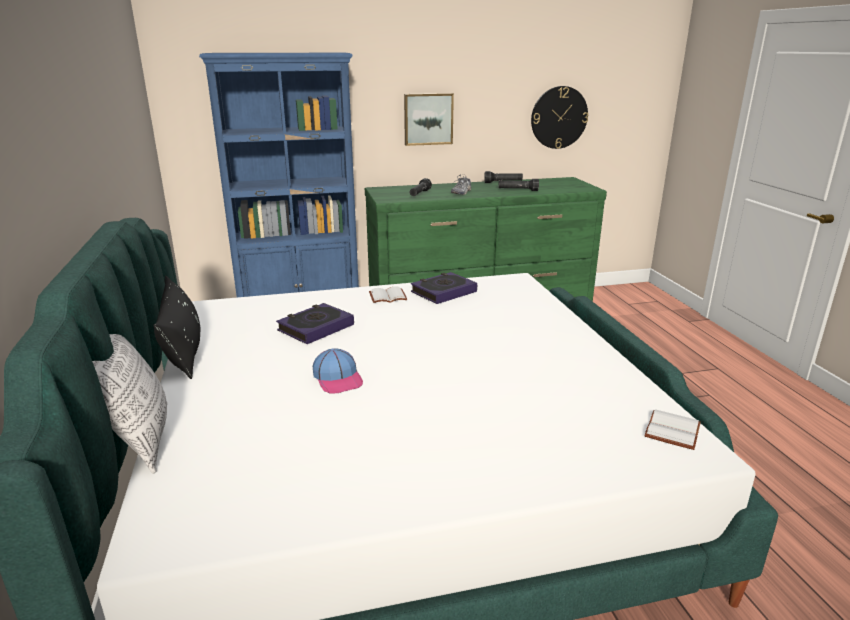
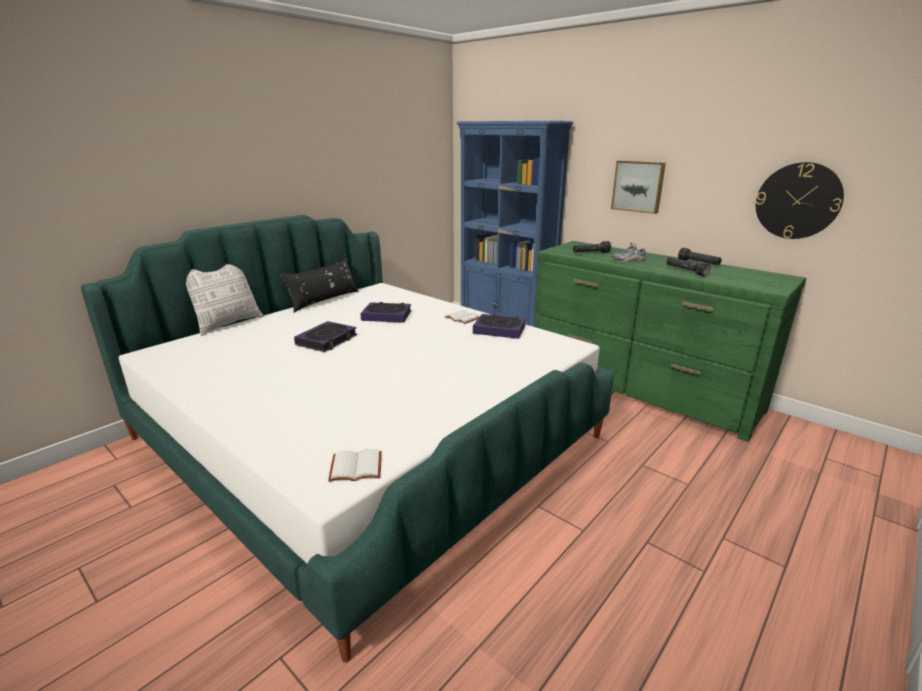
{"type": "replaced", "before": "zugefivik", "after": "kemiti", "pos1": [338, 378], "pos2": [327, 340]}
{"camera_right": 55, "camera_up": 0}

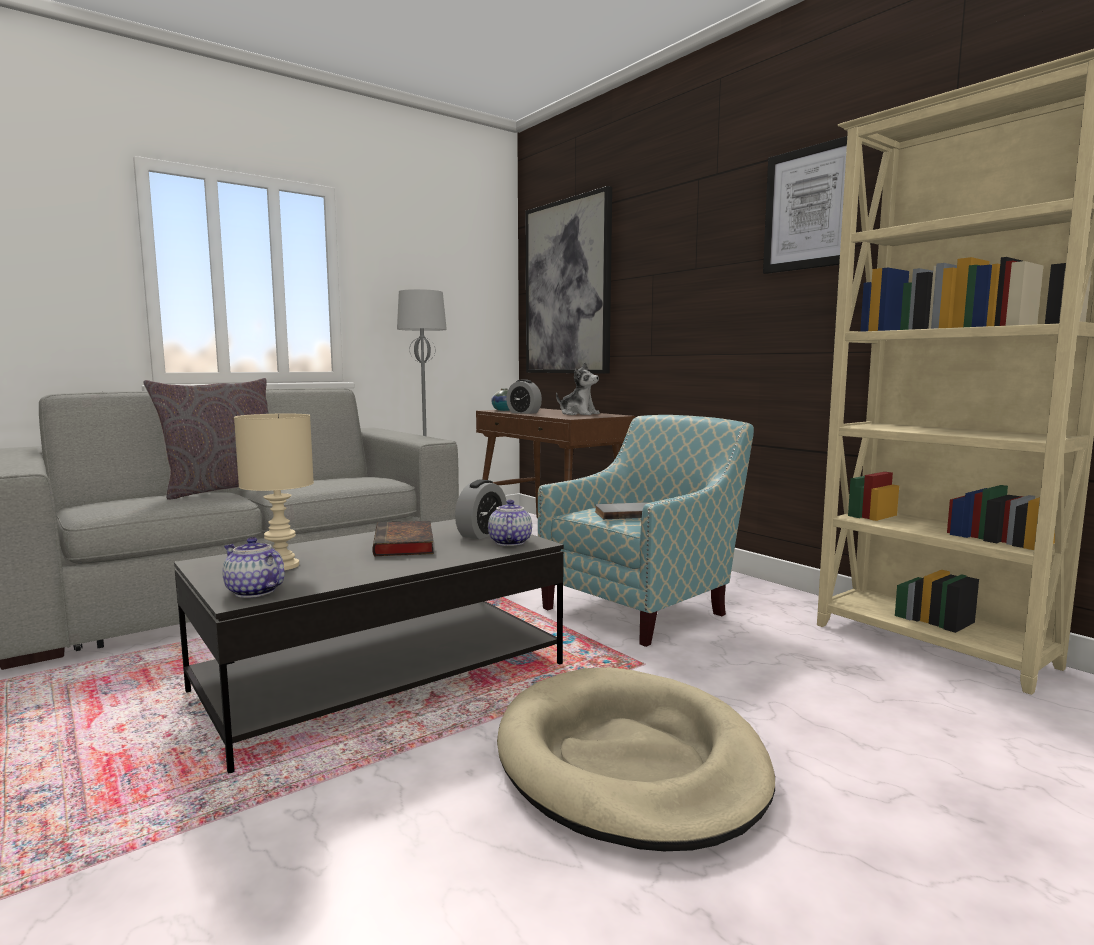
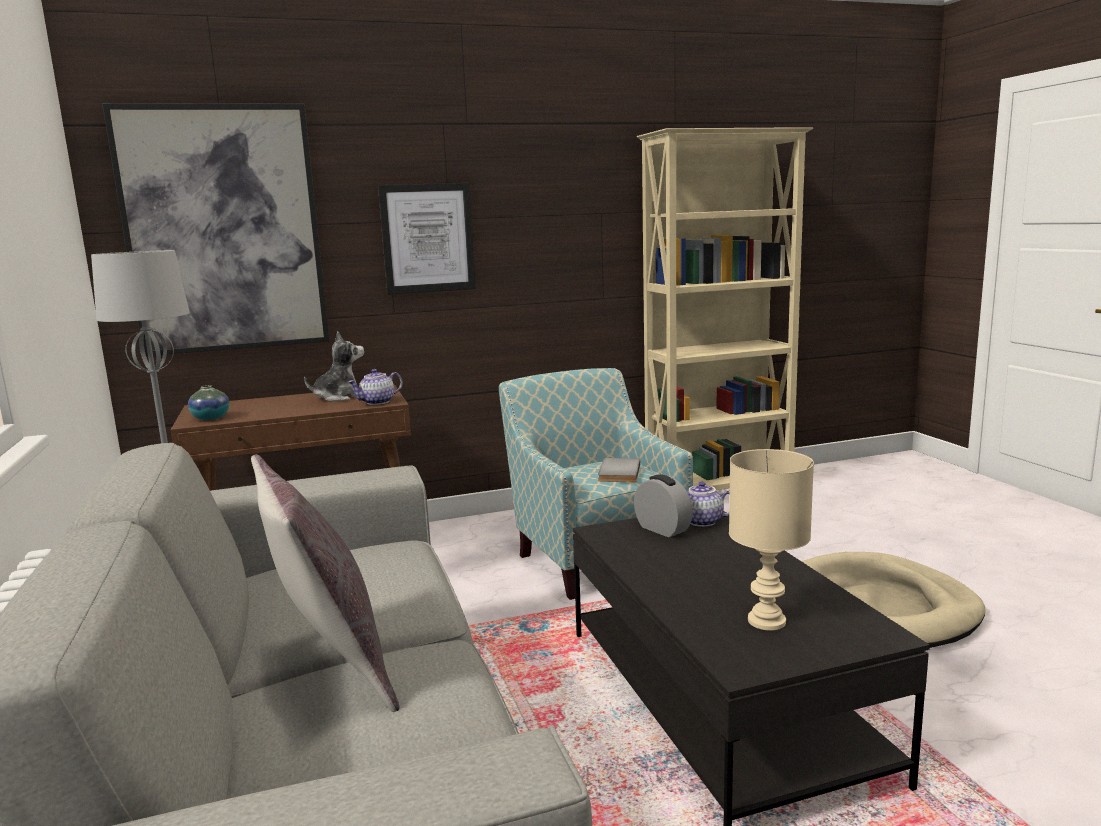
{"type": "moved", "before": "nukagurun", "pos1": [810, 208], "pos2": [427, 238]}
{"type": "removed", "before": "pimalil", "pos1": [524, 413]}
{"type": "removed", "before": "kemiti", "pos1": [405, 545]}
{"type": "moved", "before": "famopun", "pos1": [253, 592], "pos2": [377, 402]}
{"camera_right": -70, "camera_up": 5}

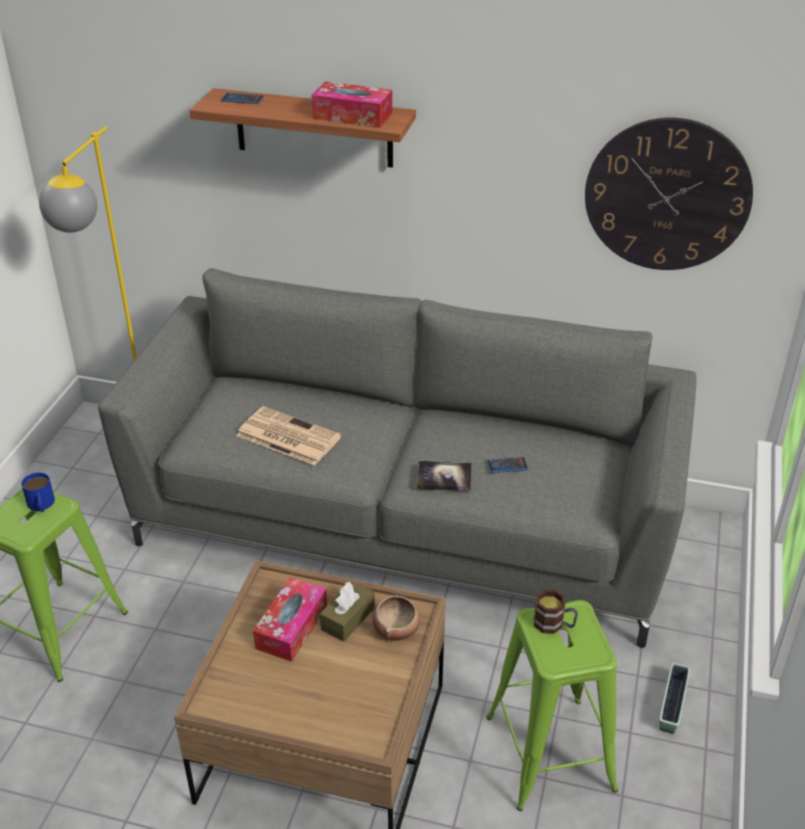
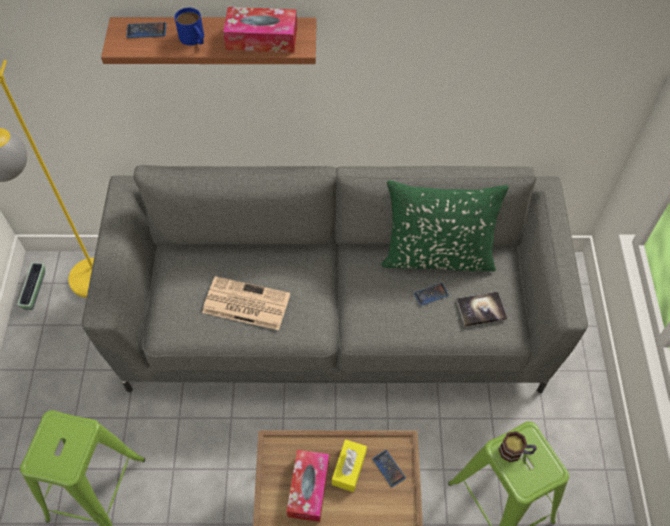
{"type": "removed", "before": "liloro", "pos1": [667, 195]}
{"type": "moved", "before": "kemiti", "pos1": [444, 477], "pos2": [481, 309]}
{"type": "moved", "before": "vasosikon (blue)", "pos1": [41, 505], "pos2": [194, 39]}
{"type": "recoloured", "before": "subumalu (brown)", "after": "subumalu (yellow)", "pos1": [348, 618], "pos2": [349, 468]}
{"type": "replaced", "before": "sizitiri", "after": "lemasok", "pos1": [396, 628], "pos2": [388, 468]}
{"type": "moved", "before": "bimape", "pos1": [672, 705], "pos2": [34, 290]}
{"type": "added", "after": "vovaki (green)", "pos2": [437, 255]}
{"camera_right": -15, "camera_up": 20}

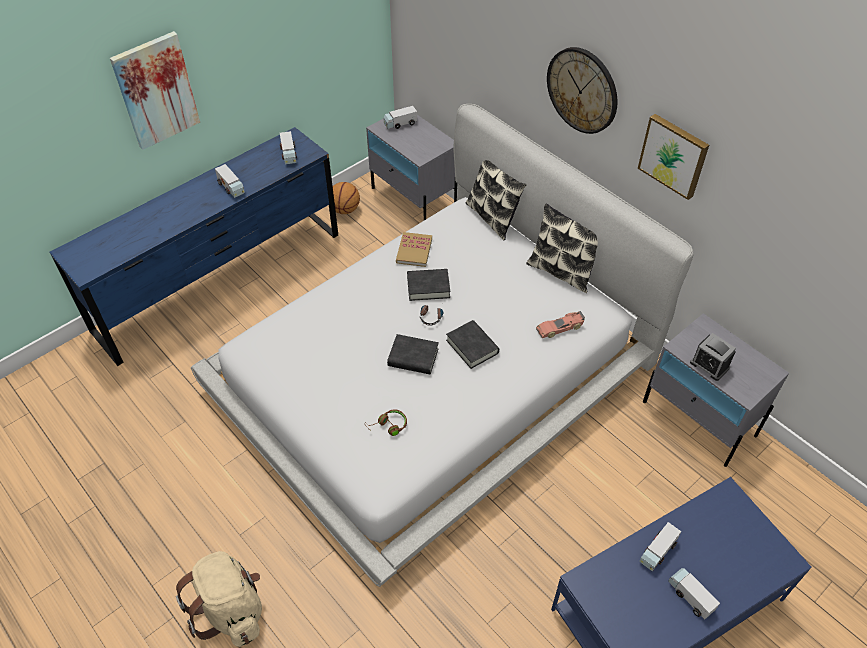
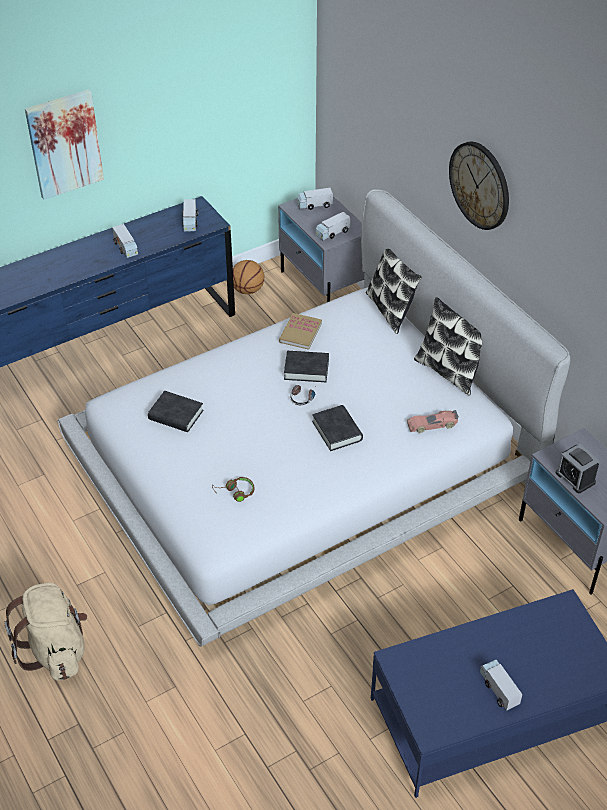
{"type": "removed", "before": "nukagurun", "pos1": [674, 155]}
{"type": "moved", "before": "kemiti (black)", "pos1": [413, 357], "pos2": [176, 415]}
{"type": "moved", "before": "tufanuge", "pos1": [657, 551], "pos2": [332, 233]}
{"camera_right": 10, "camera_up": -5}

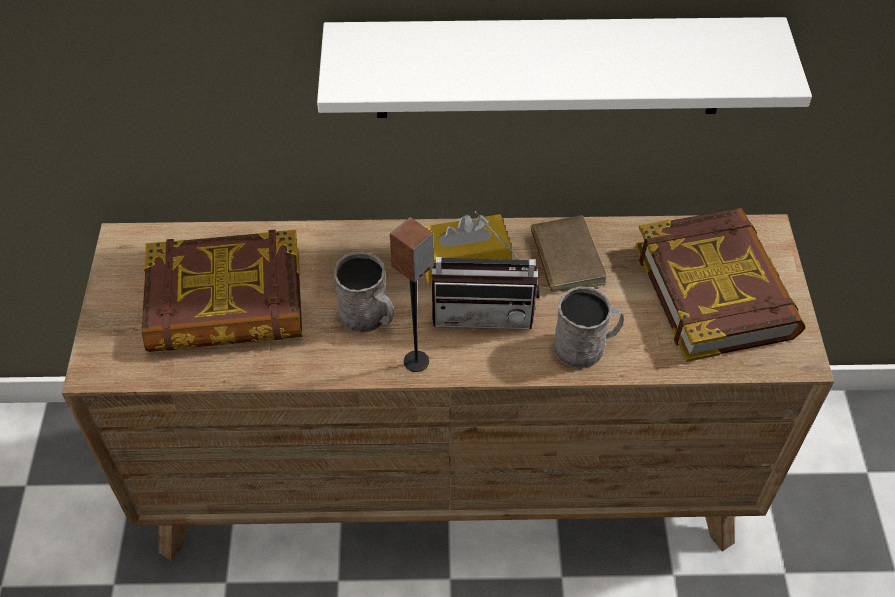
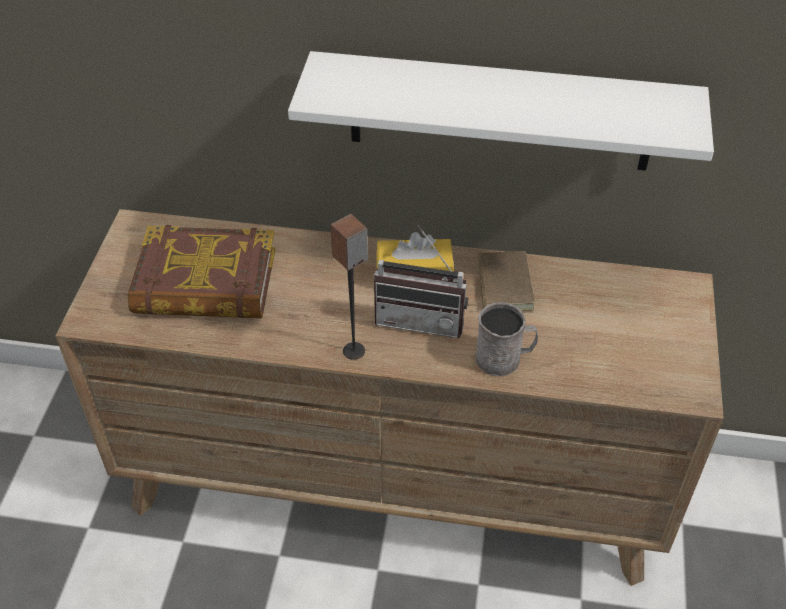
{"type": "removed", "before": "kemiti", "pos1": [715, 291]}
{"type": "removed", "before": "vasosikon (grey)", "pos1": [369, 316]}
{"camera_right": 10, "camera_up": -5}

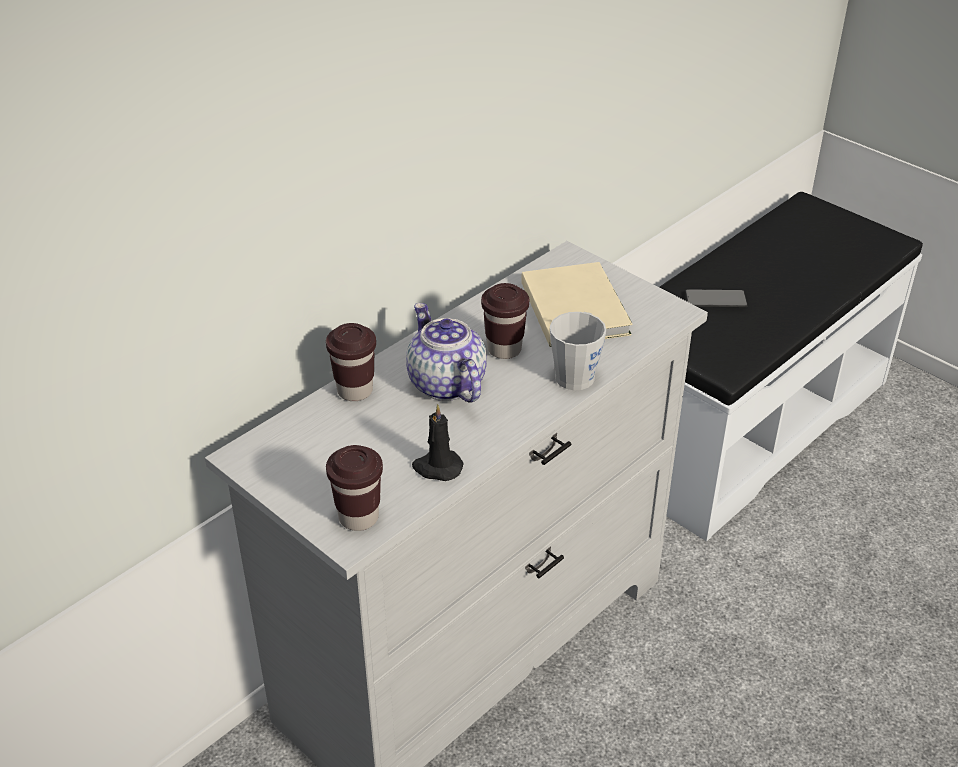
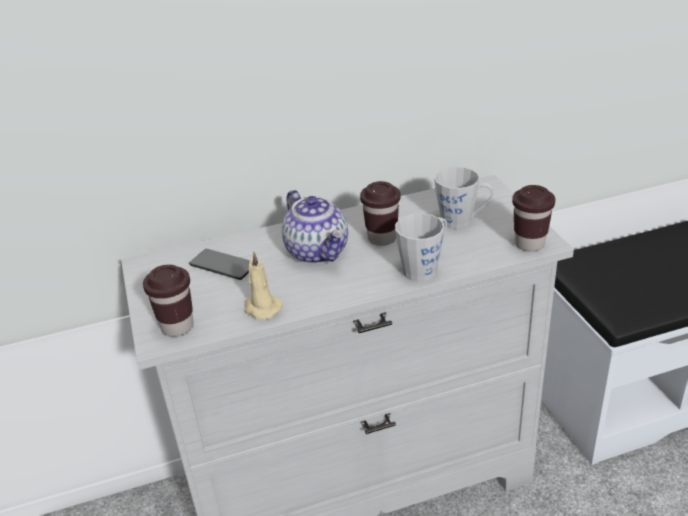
{"type": "replaced", "before": "kemiti (beige)", "after": "vasosikon (grey)", "pos1": [575, 306], "pos2": [462, 221]}
{"type": "moved", "before": "lemasok", "pos1": [715, 300], "pos2": [223, 265]}
{"type": "turned", "before": "famopun", "pos1": [445, 383], "pos2": [318, 252], "turn": 150}
{"type": "moved", "before": "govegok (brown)", "pos1": [355, 391], "pos2": [529, 244]}
{"type": "recoloured", "before": "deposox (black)", "after": "deposox (beige)", "pos1": [437, 467], "pos2": [261, 308]}
{"camera_right": 30, "camera_up": -5}

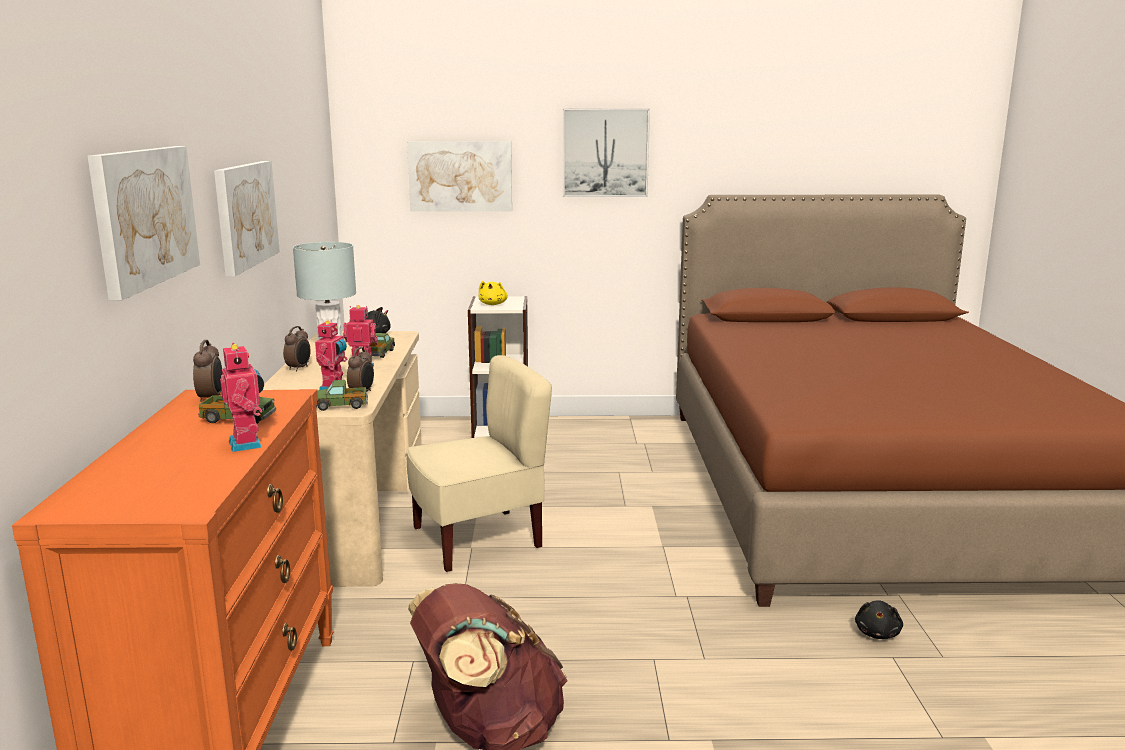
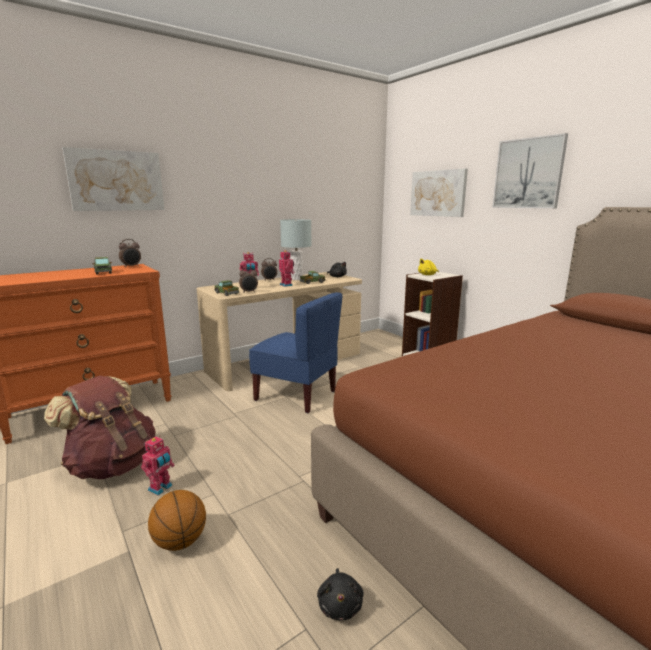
{"type": "removed", "before": "nukagurun", "pos1": [245, 215]}
{"type": "moved", "before": "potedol", "pos1": [248, 444], "pos2": [161, 488]}
{"type": "recoloured", "before": "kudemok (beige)", "after": "kudemok (blue)", "pos1": [478, 539], "pos2": [297, 395]}
{"type": "turned", "before": "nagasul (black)", "pos1": [877, 633], "pos2": [340, 604], "turn": -75}
{"type": "added", "after": "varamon", "pos2": [180, 541]}
{"camera_right": 55, "camera_up": 0}

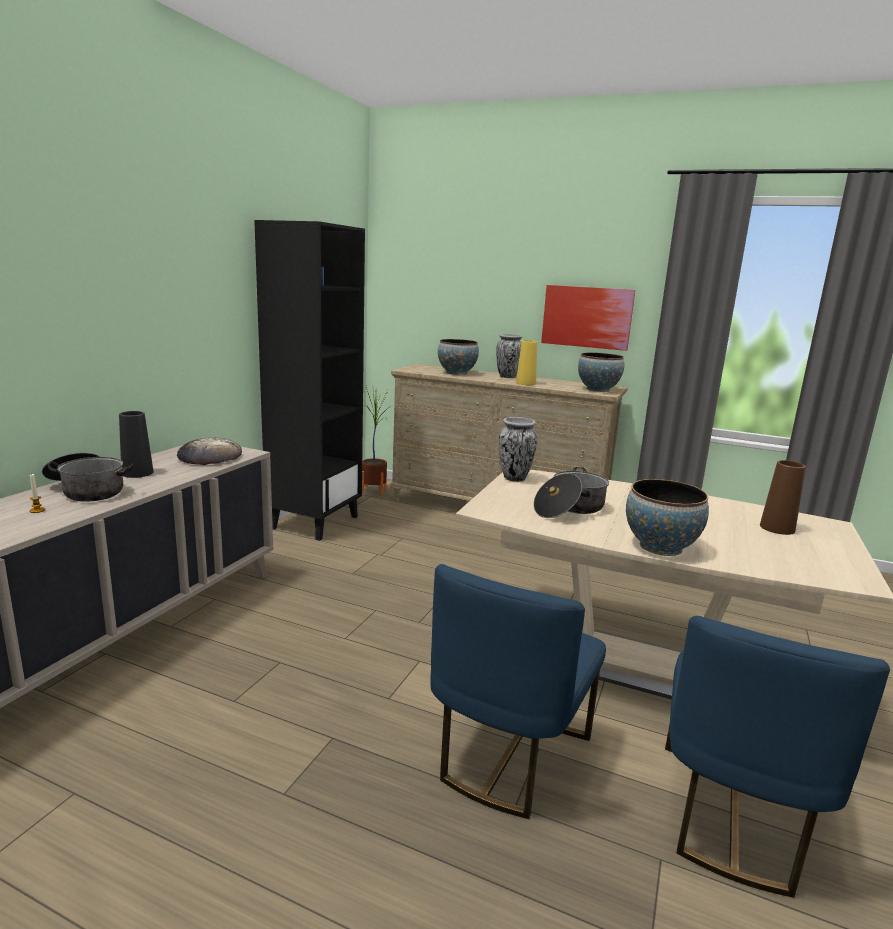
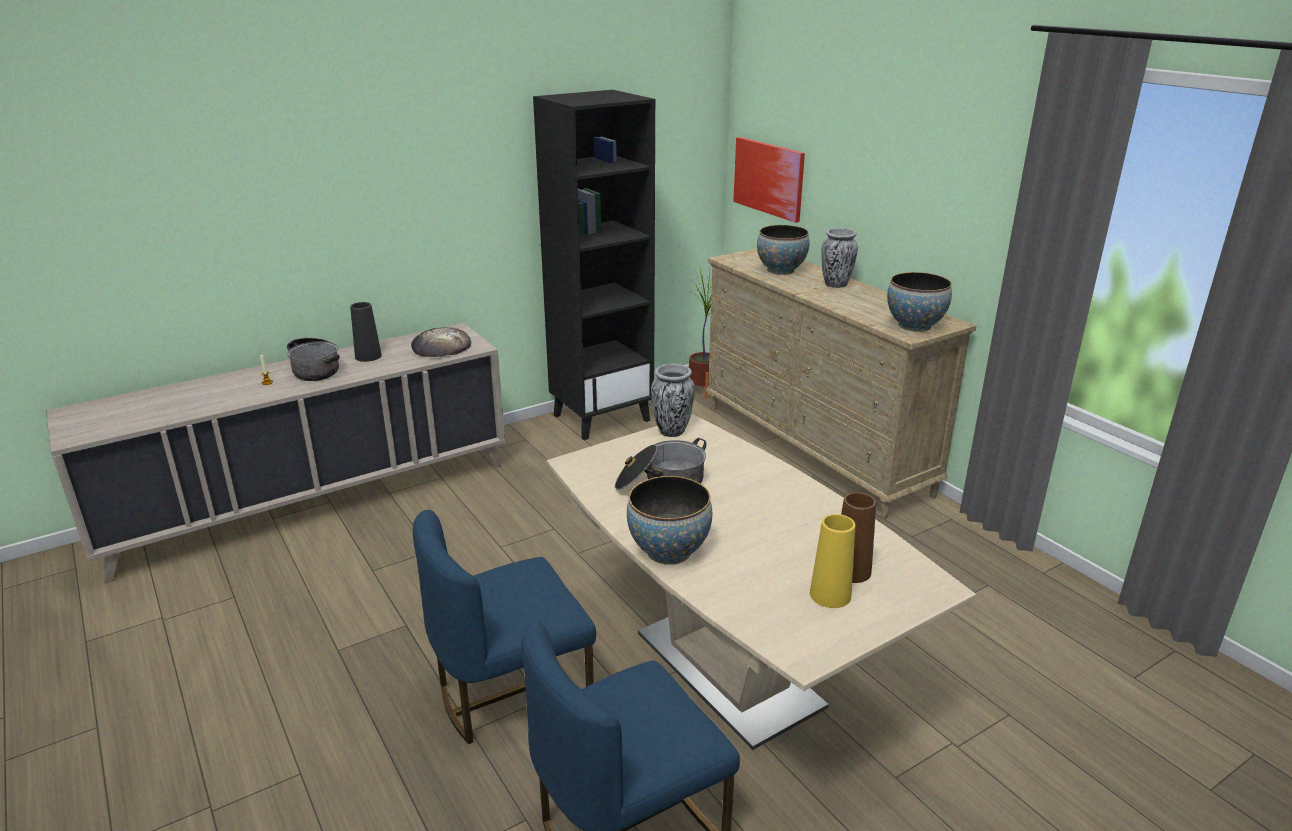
{"type": "moved", "before": "nukagurun", "pos1": [587, 317], "pos2": [769, 178]}
{"type": "moved", "before": "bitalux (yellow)", "pos1": [525, 383], "pos2": [830, 595]}
{"camera_right": 35, "camera_up": 10}

